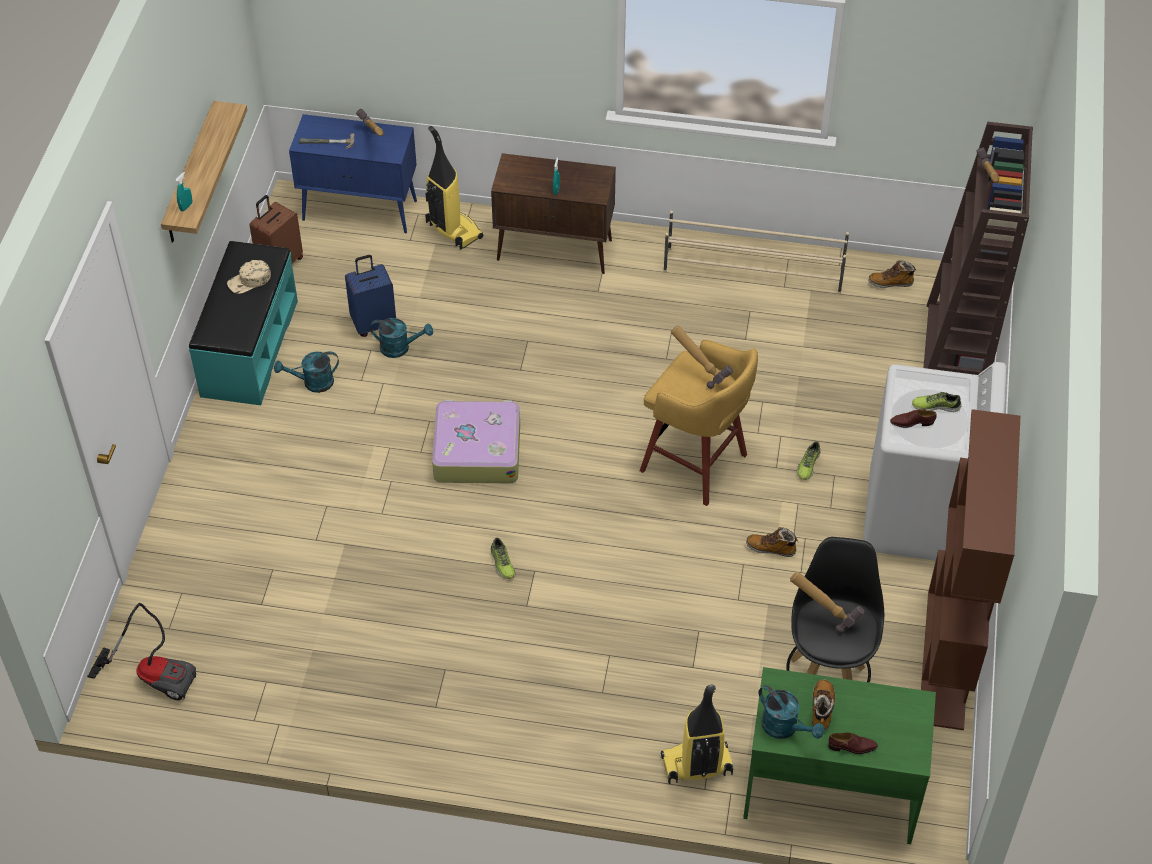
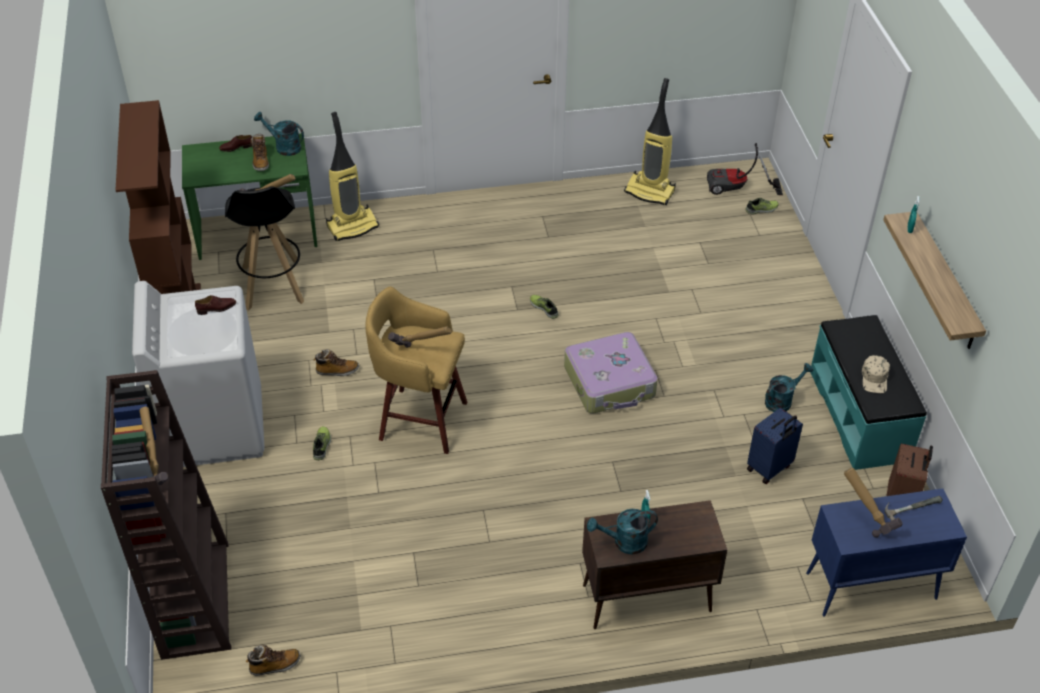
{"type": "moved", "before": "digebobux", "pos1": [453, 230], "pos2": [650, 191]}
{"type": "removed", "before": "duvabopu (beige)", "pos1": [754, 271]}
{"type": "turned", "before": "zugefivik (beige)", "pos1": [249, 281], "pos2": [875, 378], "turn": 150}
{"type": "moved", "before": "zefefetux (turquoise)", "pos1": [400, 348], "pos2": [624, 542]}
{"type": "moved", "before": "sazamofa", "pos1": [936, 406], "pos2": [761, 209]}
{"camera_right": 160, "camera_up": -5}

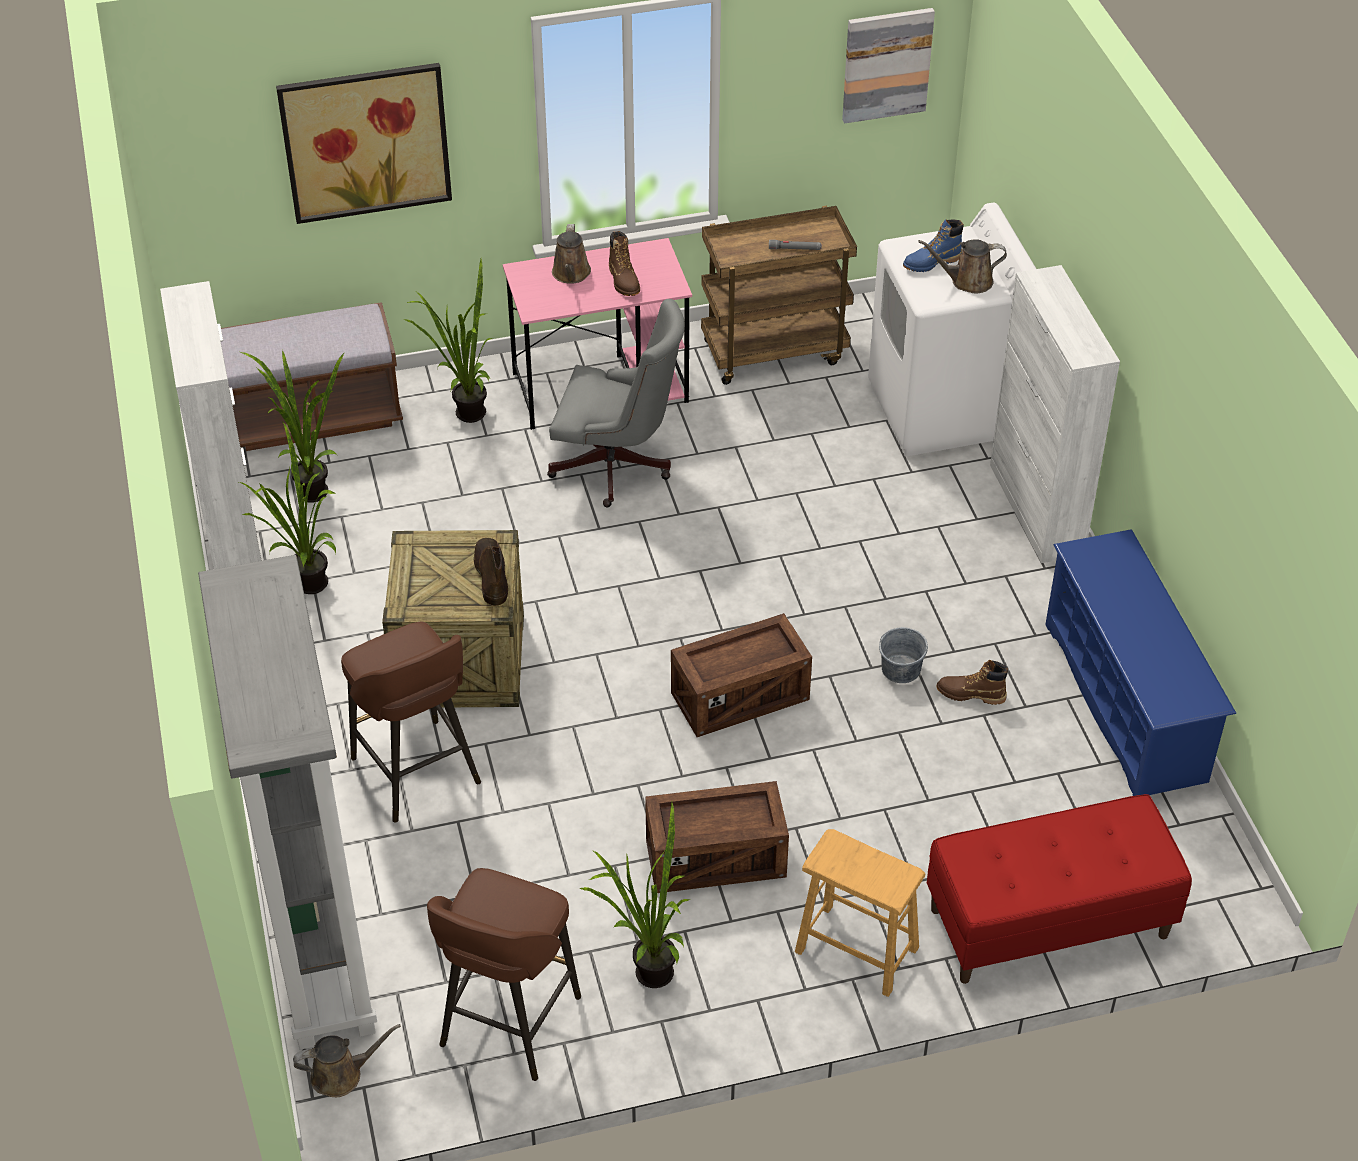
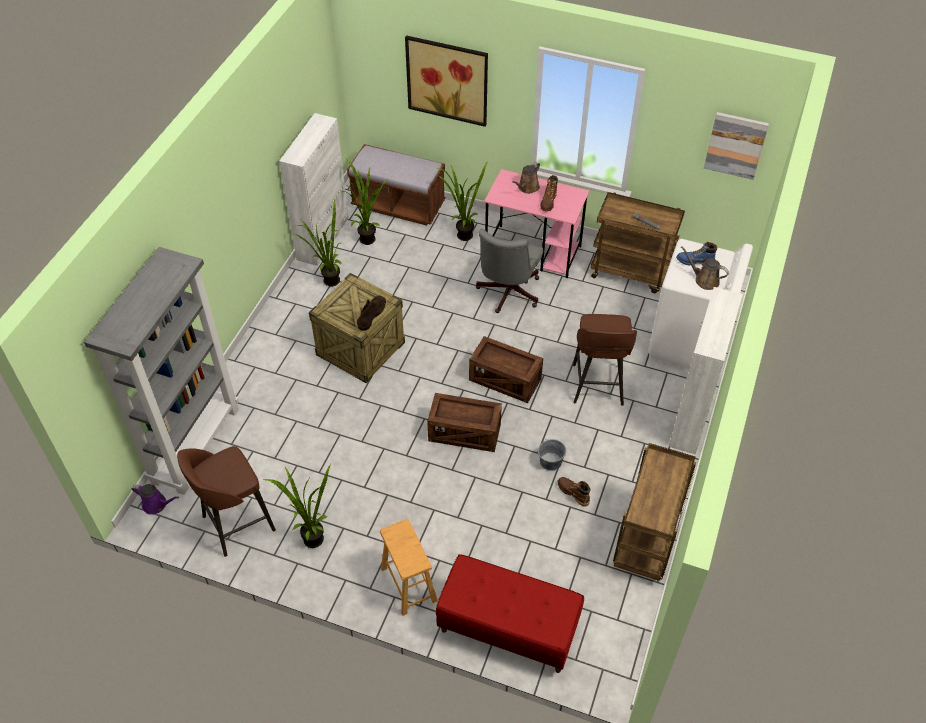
{"type": "turned", "before": "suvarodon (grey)", "pos1": [618, 468], "pos2": [507, 294], "turn": 60}
{"type": "replaced", "before": "duvabopu (blue)", "after": "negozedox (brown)", "pos1": [1125, 702], "pos2": [647, 541]}
{"type": "moved", "before": "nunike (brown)", "pos1": [417, 773], "pos2": [597, 386]}
{"type": "moved", "before": "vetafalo", "pos1": [716, 858], "pos2": [505, 380]}
{"type": "recoloured", "before": "zefefetux (brown)", "after": "zefefetux (purple)", "pos1": [341, 1074], "pos2": [156, 504]}
{"camera_right": 35, "camera_up": 5}

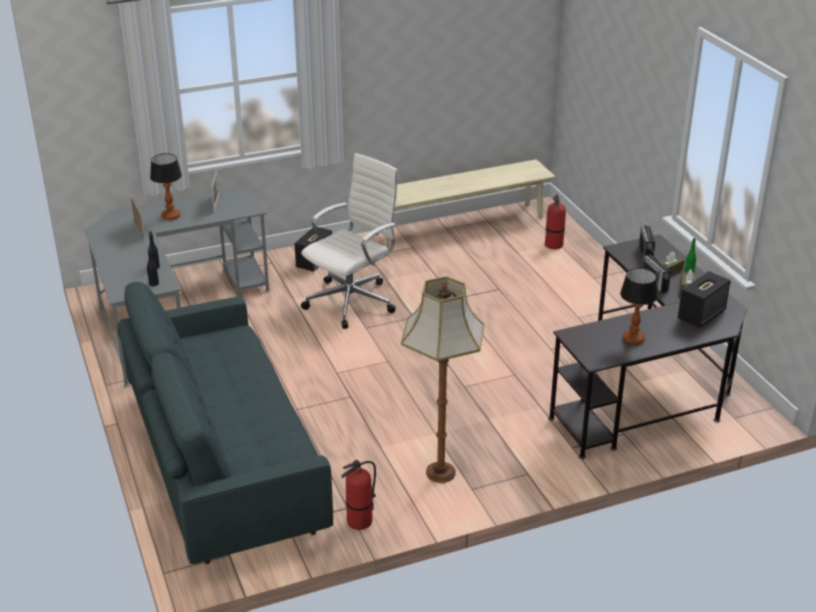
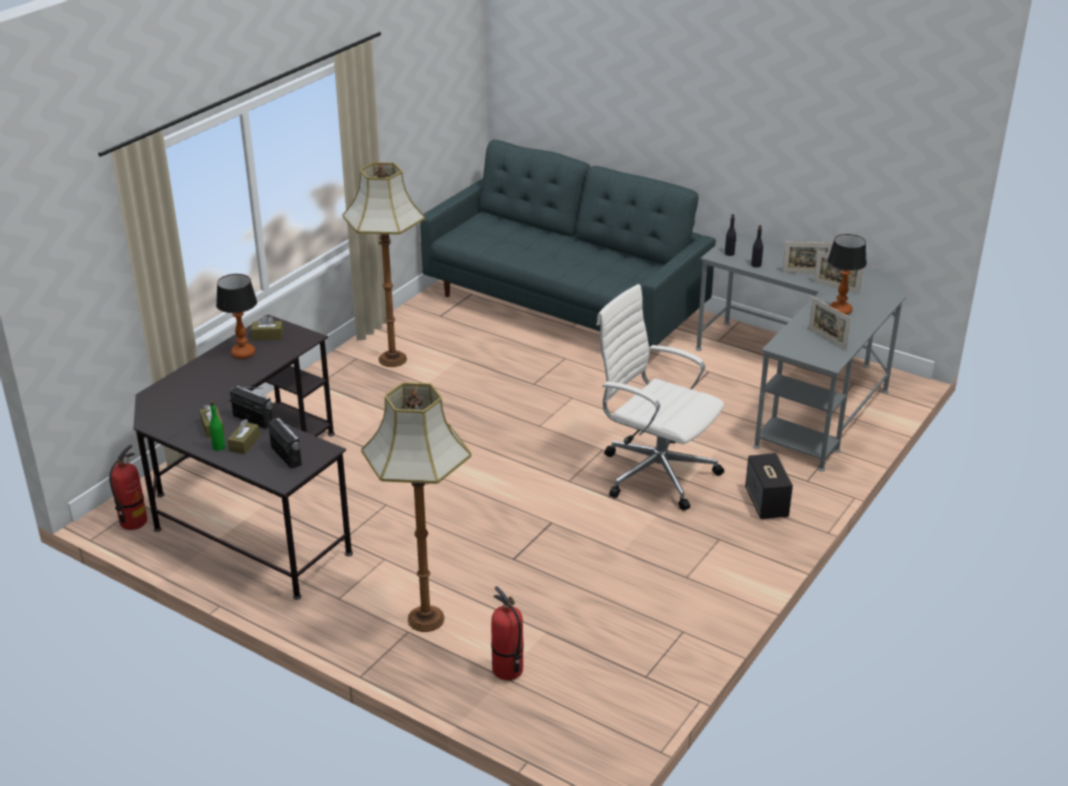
{"type": "turned", "before": "suvarodon (white)", "pos1": [353, 301], "pos2": [655, 472], "turn": 120}
{"type": "removed", "before": "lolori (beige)", "pos1": [459, 225]}
{"type": "removed", "before": "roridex", "pos1": [701, 314]}
{"type": "moved", "before": "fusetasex", "pos1": [359, 522], "pos2": [133, 522]}
{"type": "added", "after": "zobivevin", "pos2": [805, 273]}
{"type": "added", "after": "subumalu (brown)", "pos2": [267, 336]}
{"type": "added", "after": "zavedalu", "pos2": [424, 620]}
{"camera_right": 145, "camera_up": 0}

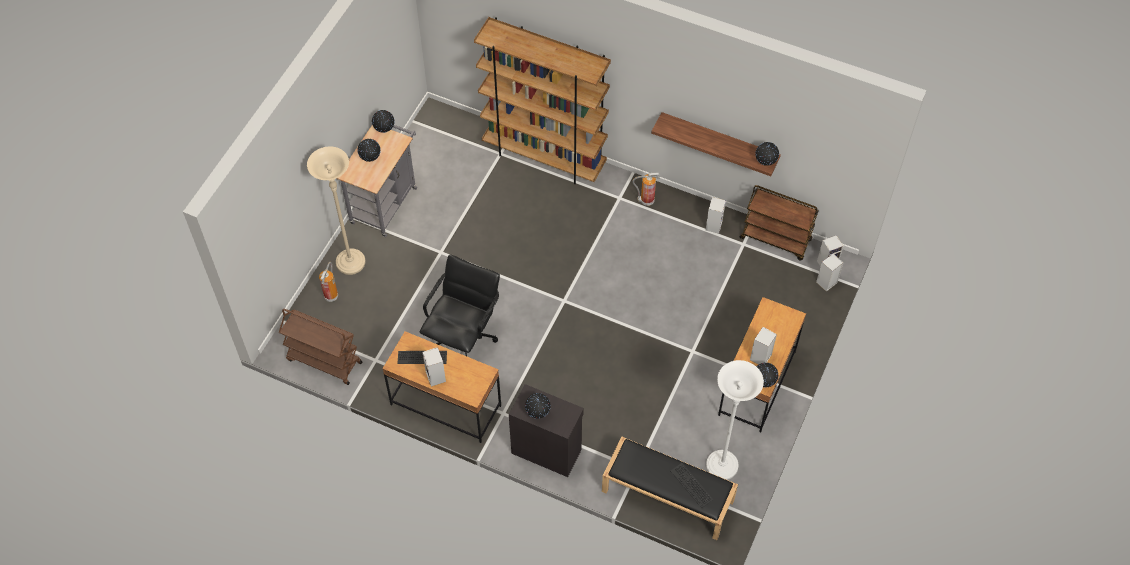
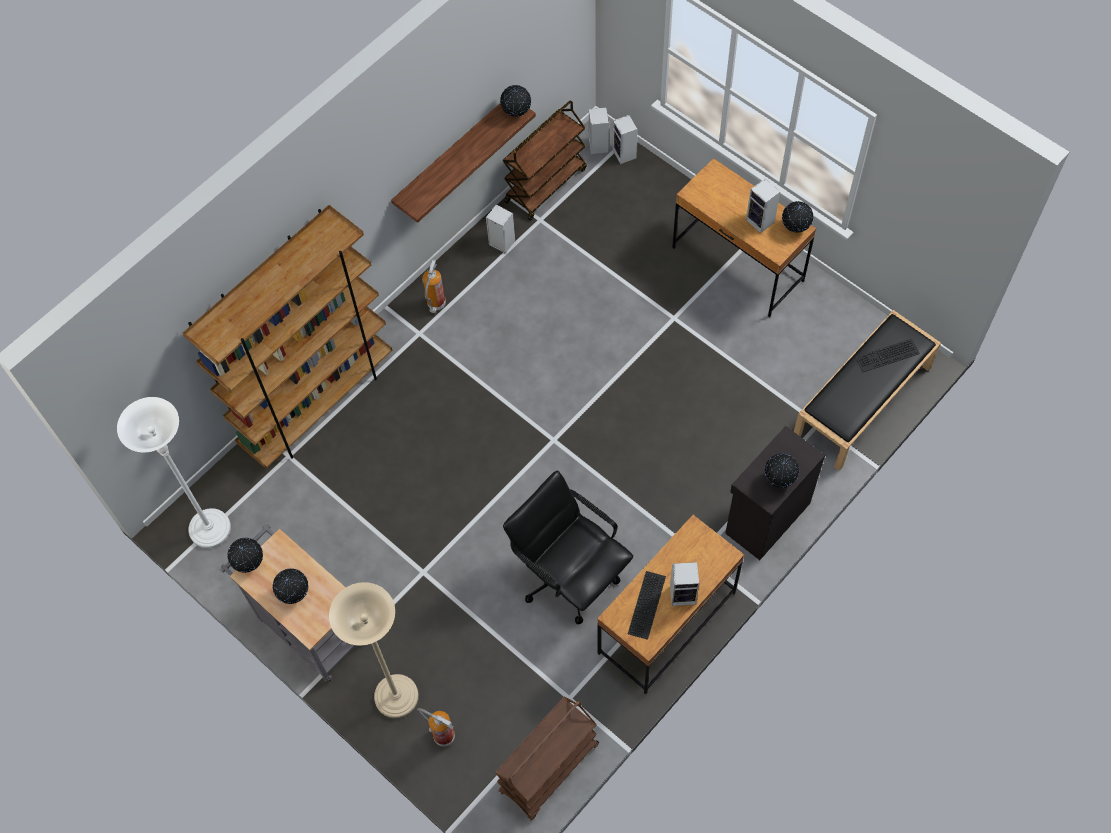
{"type": "moved", "before": "zavedalu (white)", "pos1": [721, 466], "pos2": [210, 529]}
{"camera_right": -70, "camera_up": 5}

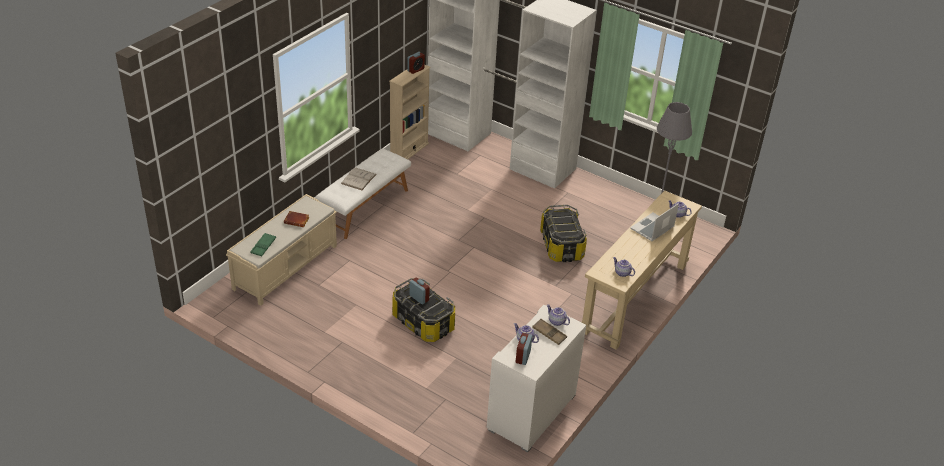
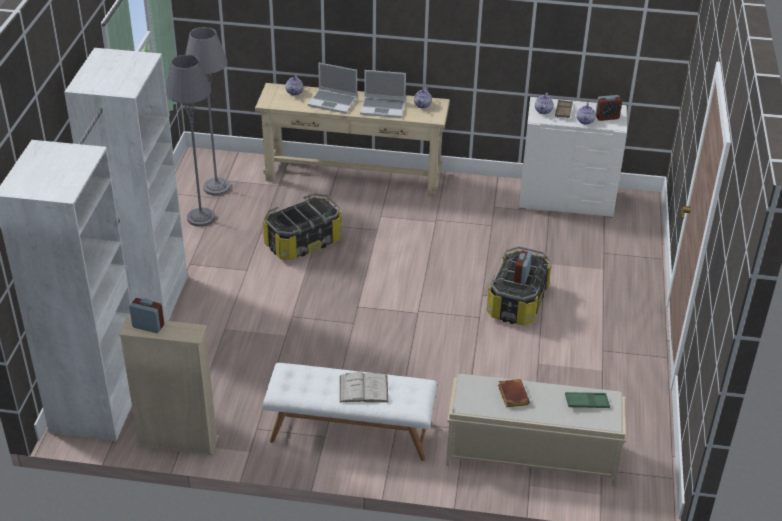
{"type": "added", "after": "zavedalu (grey)", "pos2": [201, 218]}
{"type": "added", "after": "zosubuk", "pos2": [383, 108]}
{"camera_right": -115, "camera_up": 0}

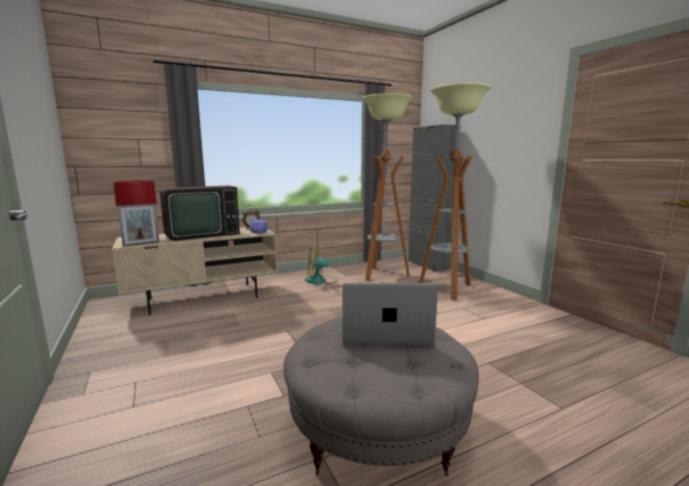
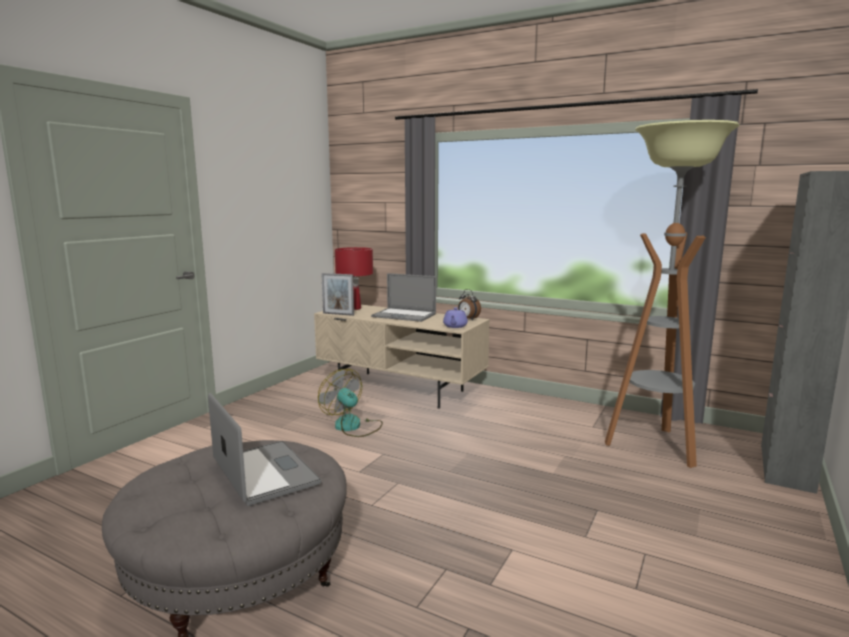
{"type": "removed", "before": "zavedalu", "pos1": [447, 289]}
{"type": "replaced", "before": "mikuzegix", "after": "zosubuk", "pos1": [200, 234], "pos2": [404, 315]}
{"type": "moved", "before": "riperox", "pos1": [320, 281], "pos2": [353, 426]}
{"camera_right": 55, "camera_up": 0}

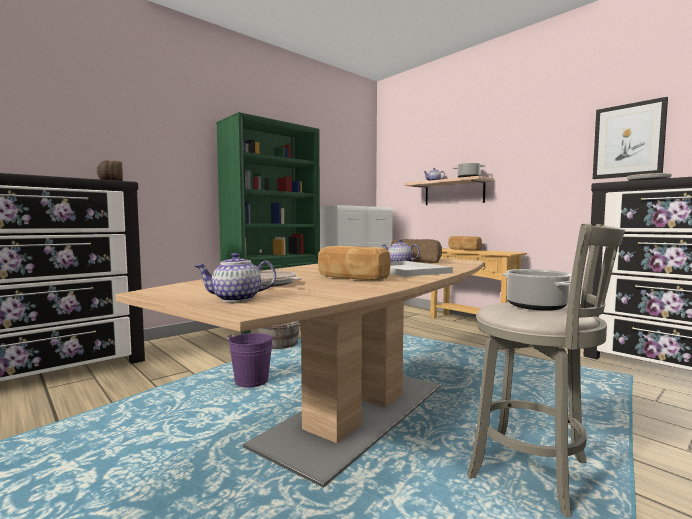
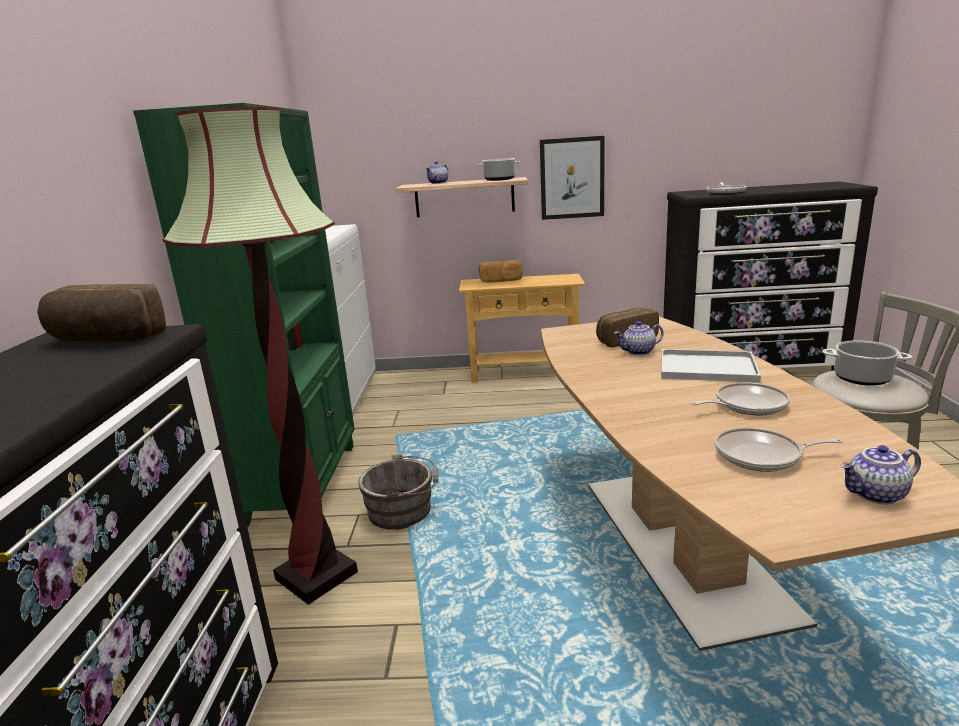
{"type": "moved", "before": "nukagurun", "pos1": [628, 140], "pos2": [572, 178]}
{"type": "replaced", "before": "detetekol", "after": "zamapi", "pos1": [352, 278], "pos2": [747, 405]}
{"type": "turned", "before": "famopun", "pos1": [236, 299], "pos2": [876, 495], "turn": 45}
{"type": "removed", "before": "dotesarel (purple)", "pos1": [251, 382]}
{"type": "added", "after": "zavedalu", "pos2": [316, 575]}
{"camera_right": -45, "camera_up": 15}

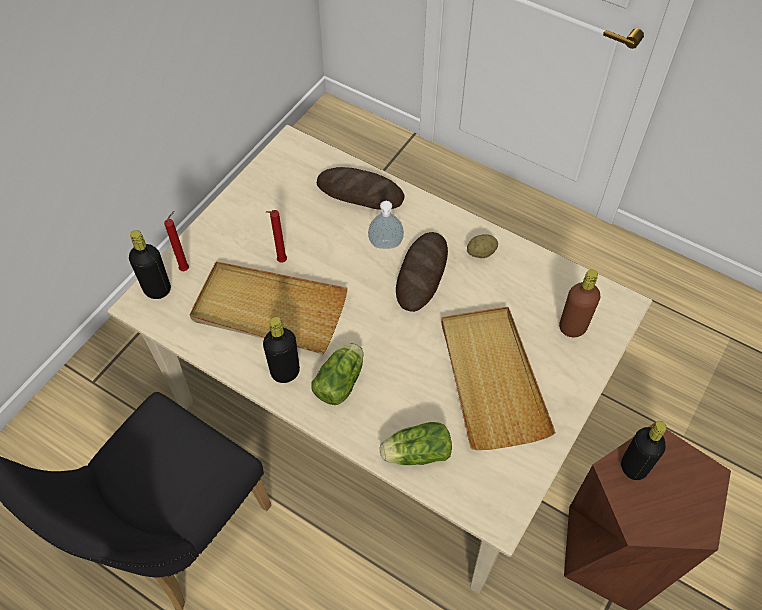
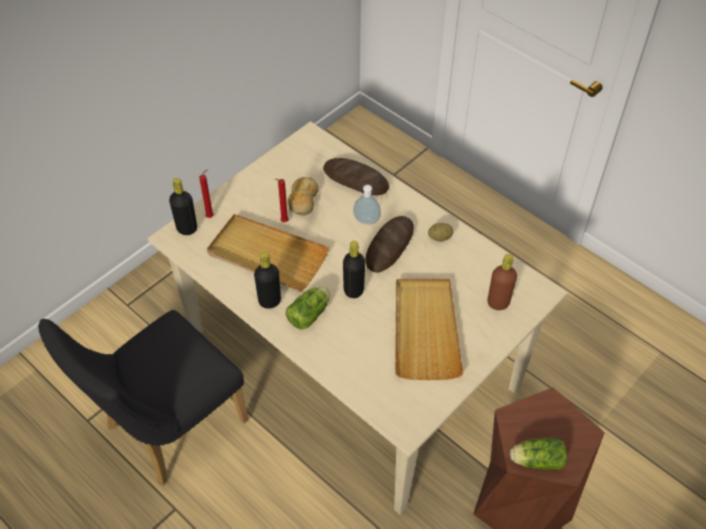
{"type": "moved", "before": "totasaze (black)", "pos1": [633, 467], "pos2": [353, 290]}
{"type": "moved", "before": "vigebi", "pos1": [414, 453], "pos2": [535, 460]}
{"type": "added", "after": "detetekol", "pos2": [303, 201]}
{"camera_right": 10, "camera_up": -5}

